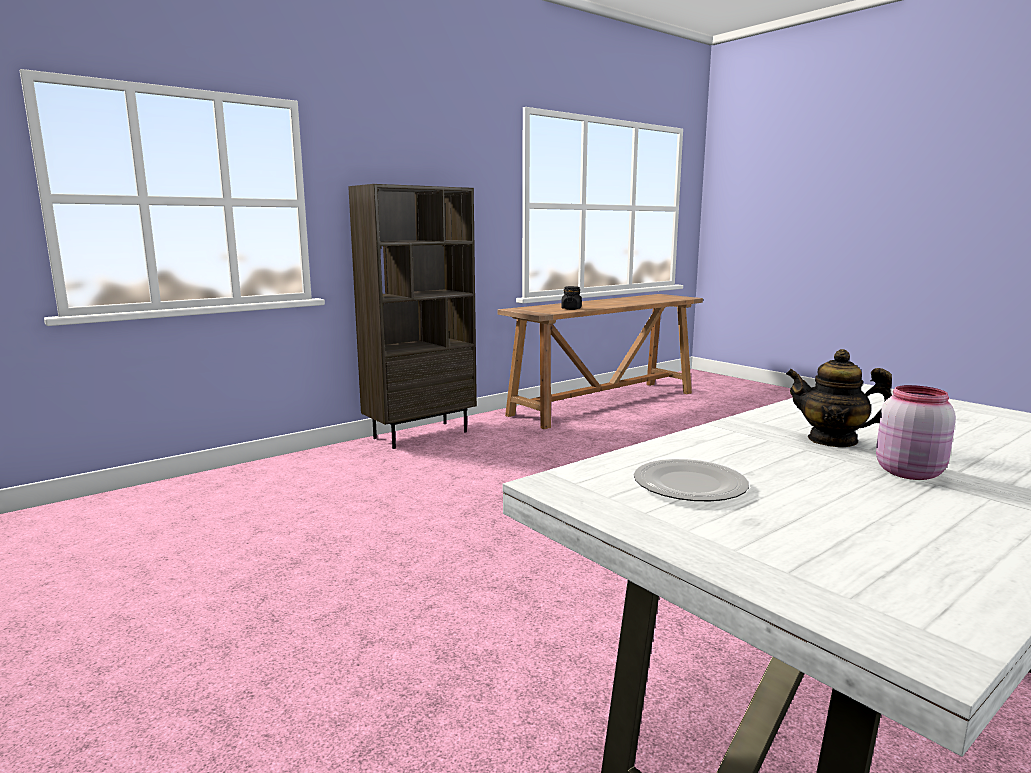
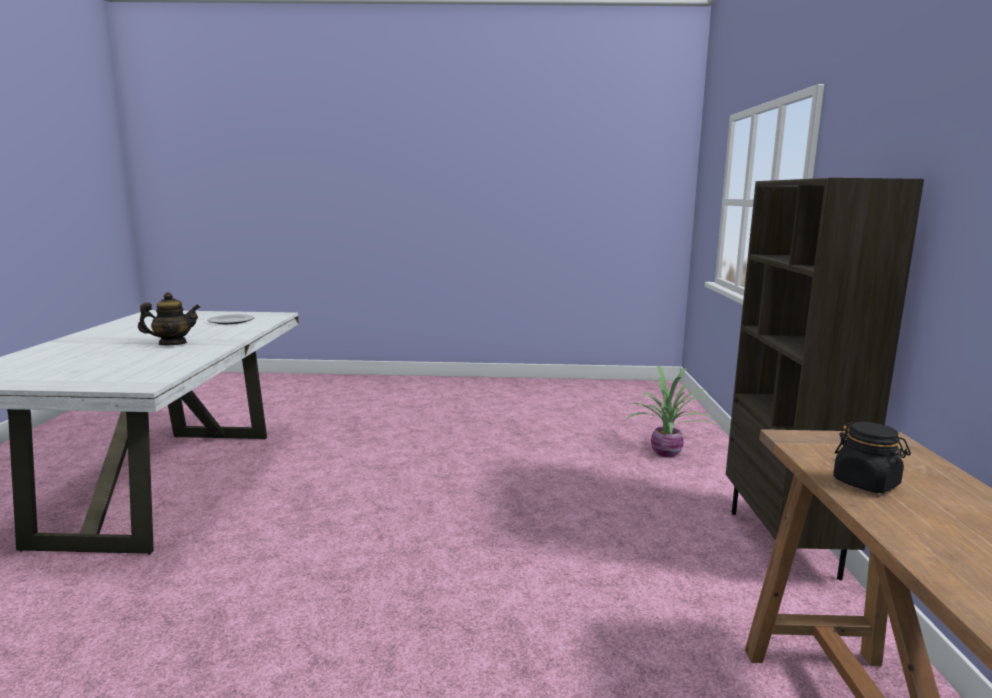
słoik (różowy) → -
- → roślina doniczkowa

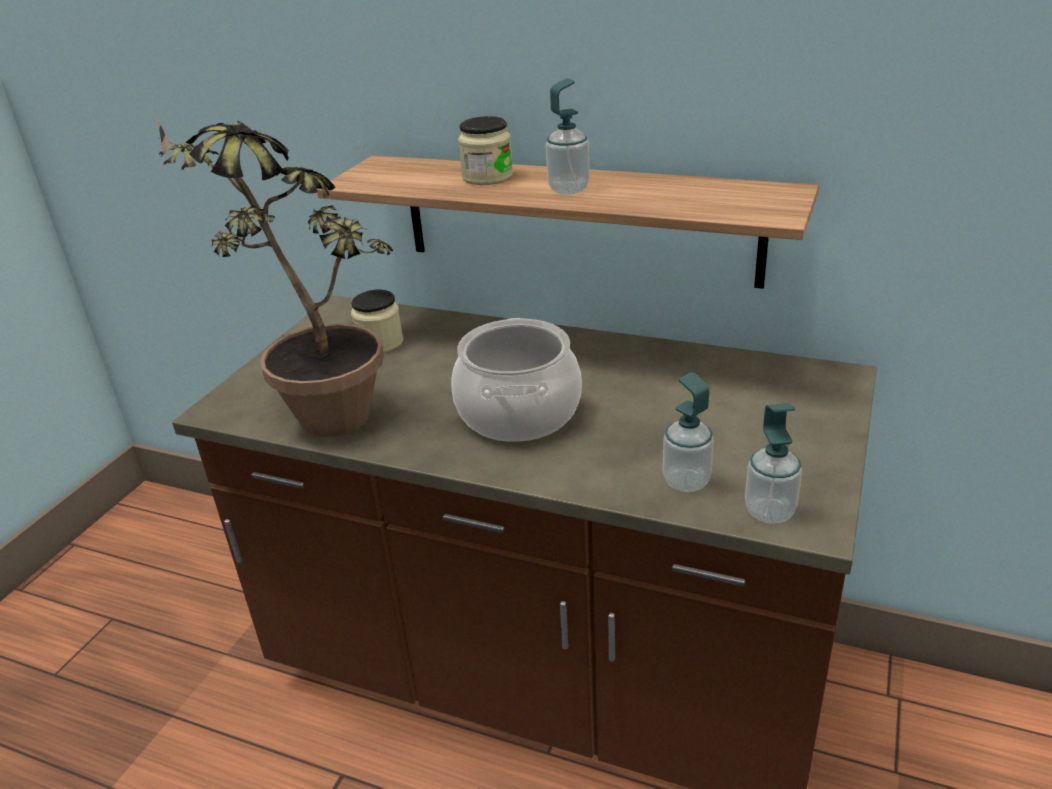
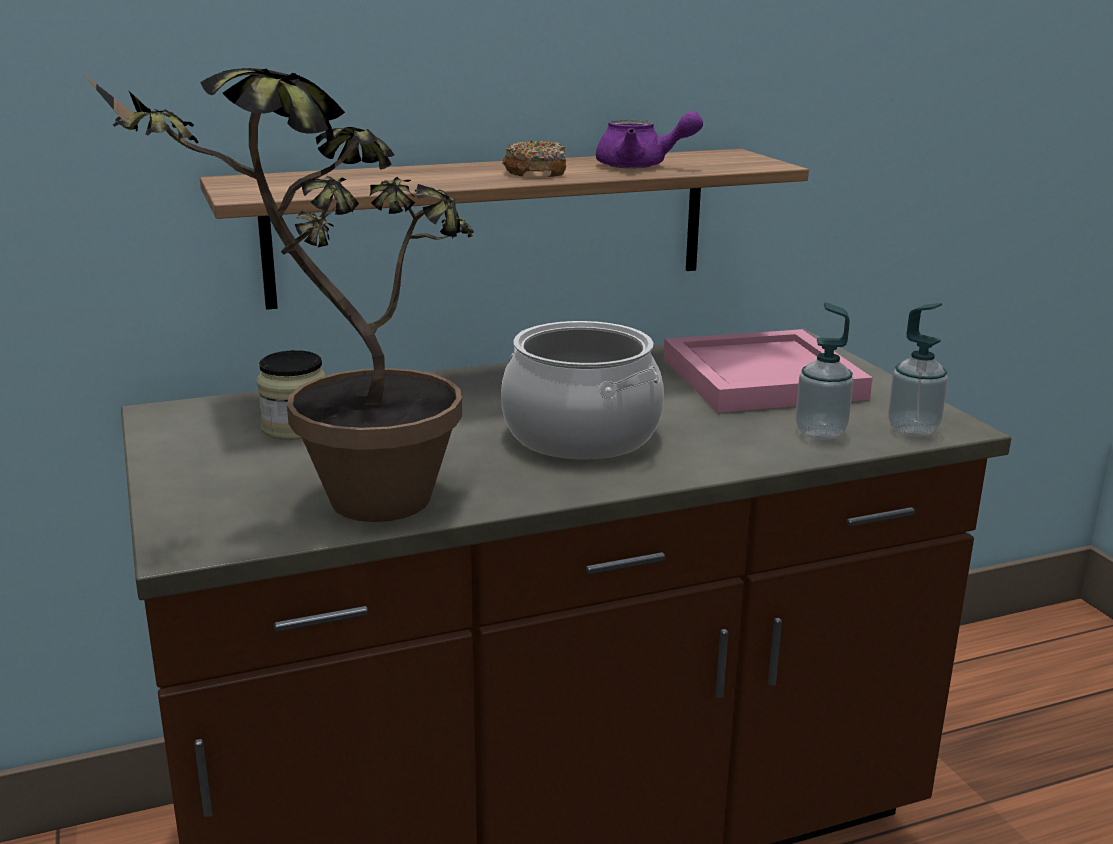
dozownik mydła (no. 1 from left) → donut
słoik (no. 2 from left) → -
- → imbryk (fioletowy)
- → taca (różowy)

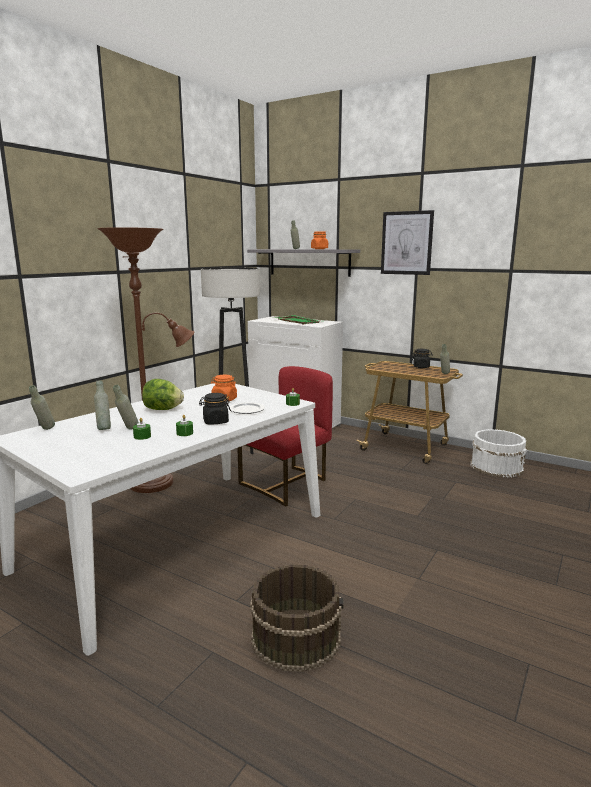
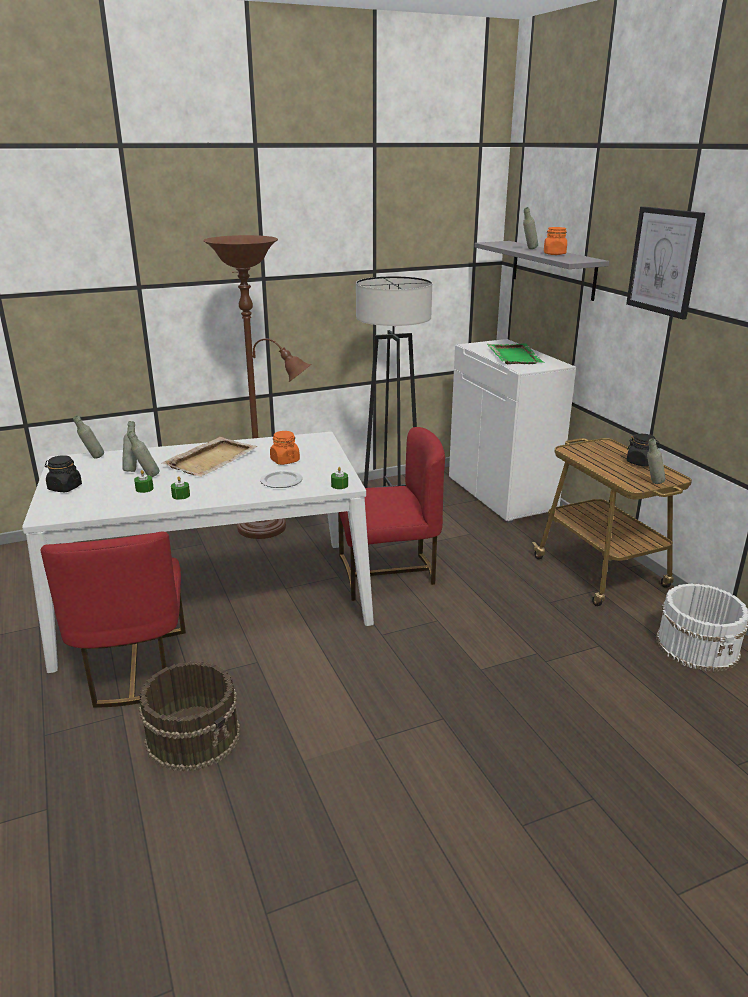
sałata → taca (beżowy)
słoik (czarny) (no. 1 from left), relocated
- → krzesło (czerwony) (no. 1 from left)

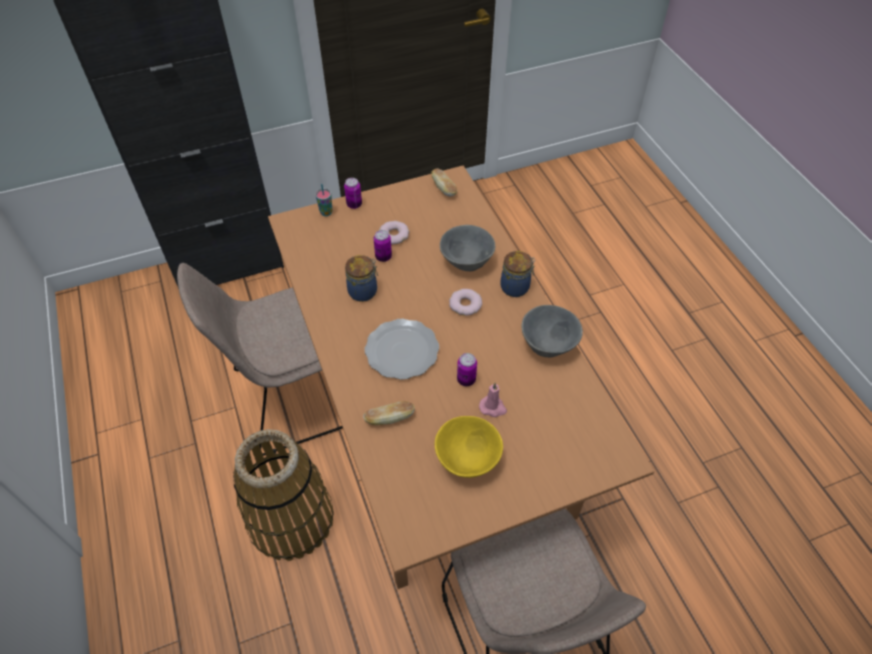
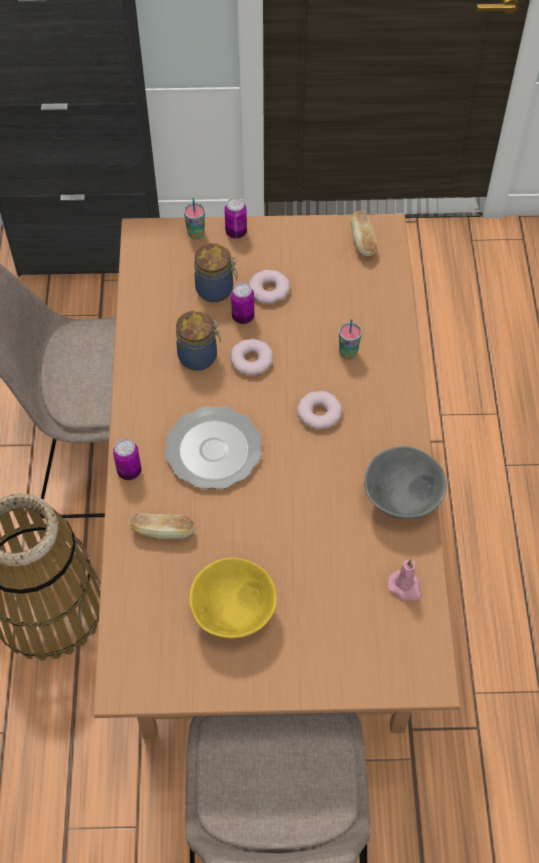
miska (szary) (no. 1 from left) → filiżanka (no. 2 from left)
słoik (no. 2 from left), relocated
puszka (no. 3 from left in the first image) → puszka (no. 1 from left), relocated
świeca (różowy), relocated
- → donut (no. 1 from left)

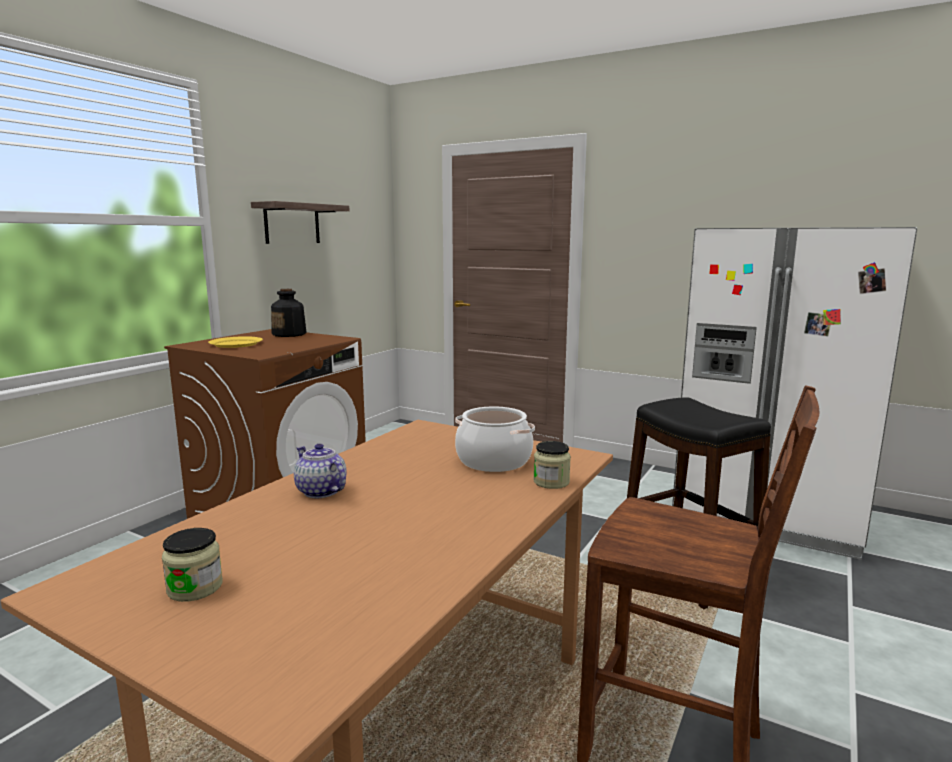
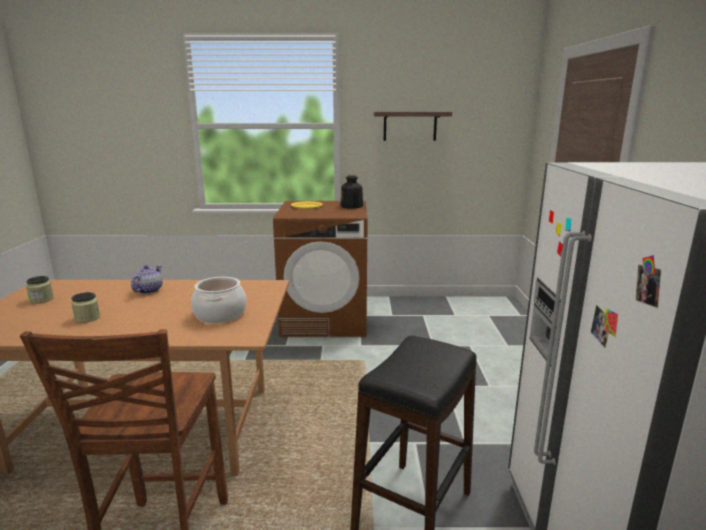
słoik (no. 2 from left), relocated

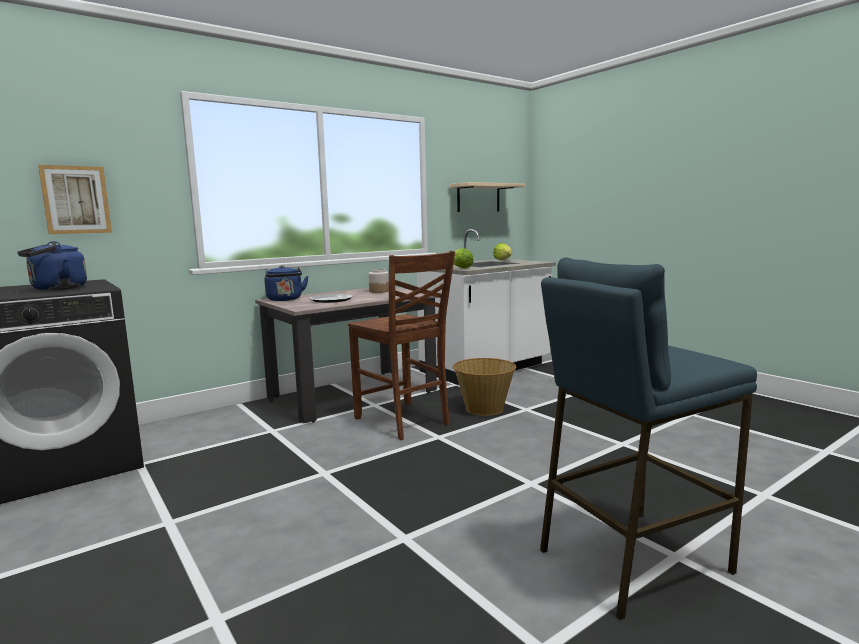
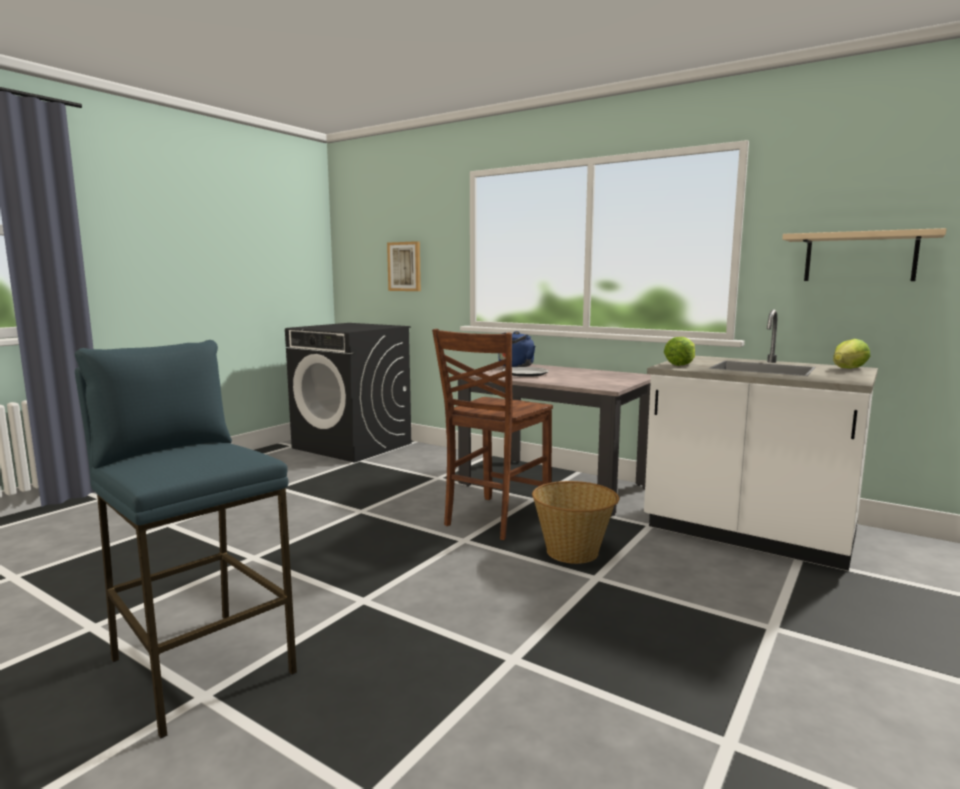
czajnik (niebieski) (no. 1 from left) → -
słoik → -

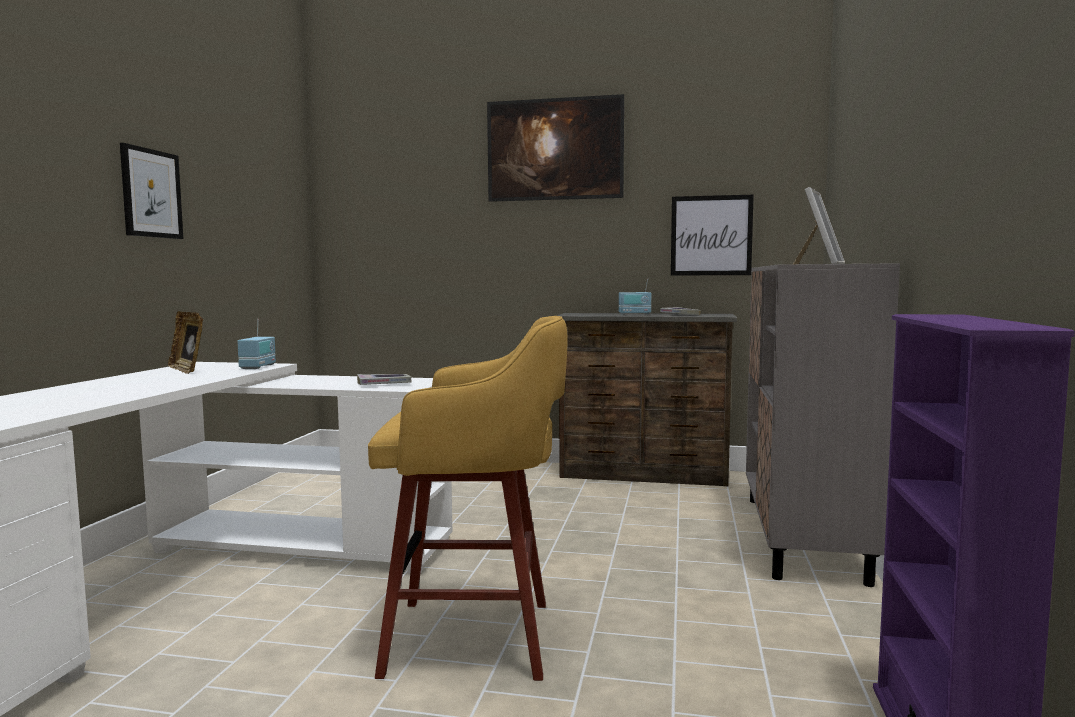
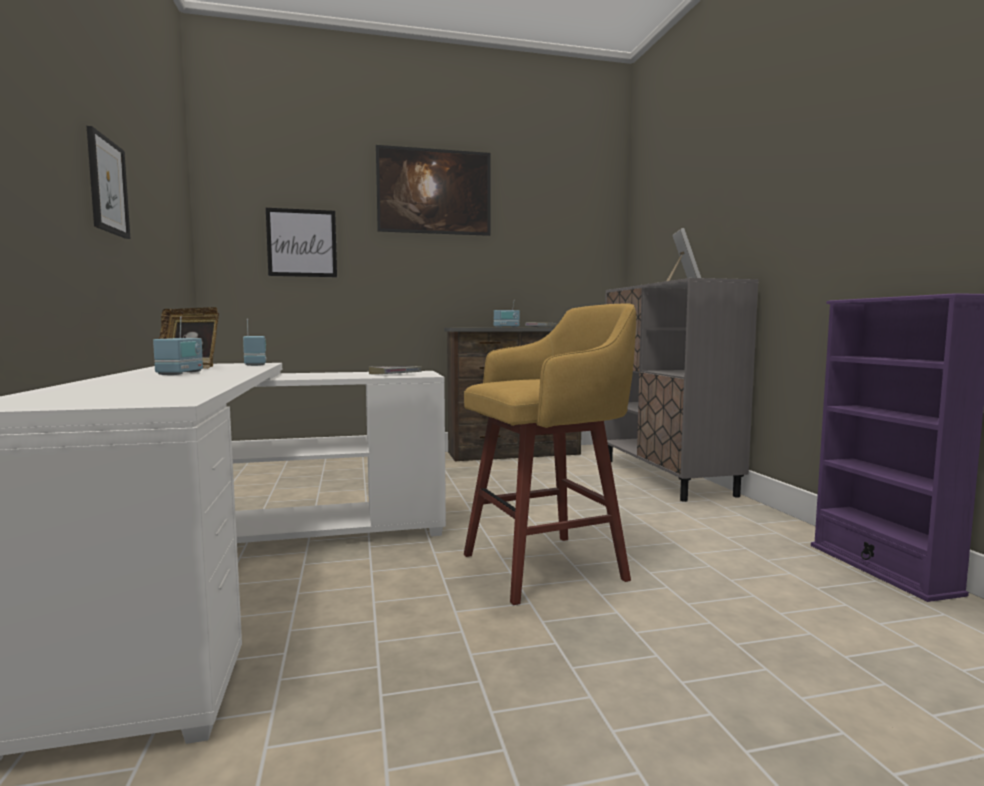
obraz (no. 3 from left in the first image) → obraz (no. 2 from left), relocated
- → radio (no. 1 from left)

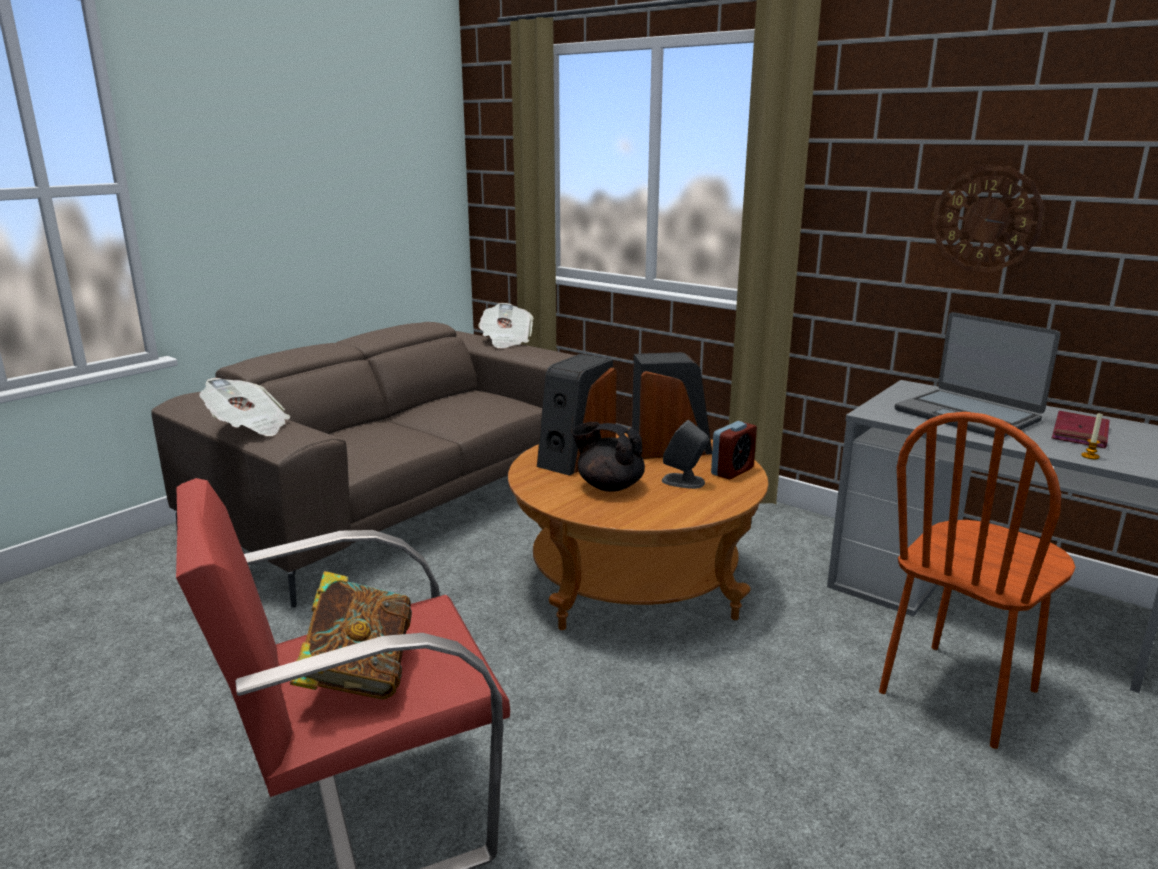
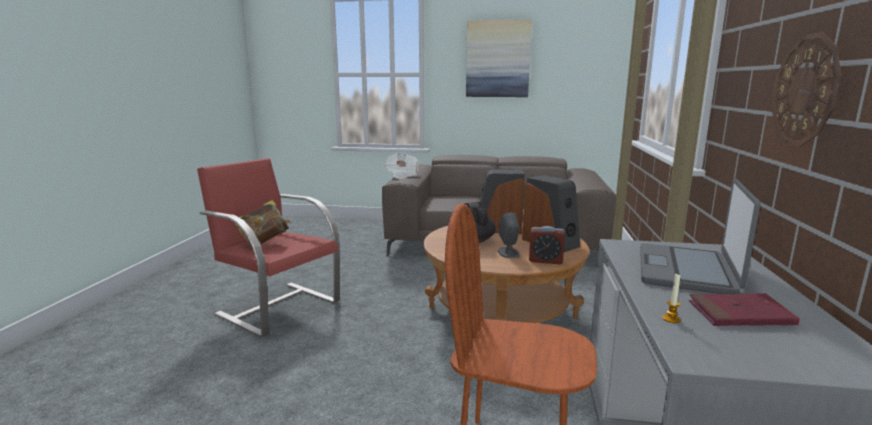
gazeta (no. 2 from left) → -
- → obraz

